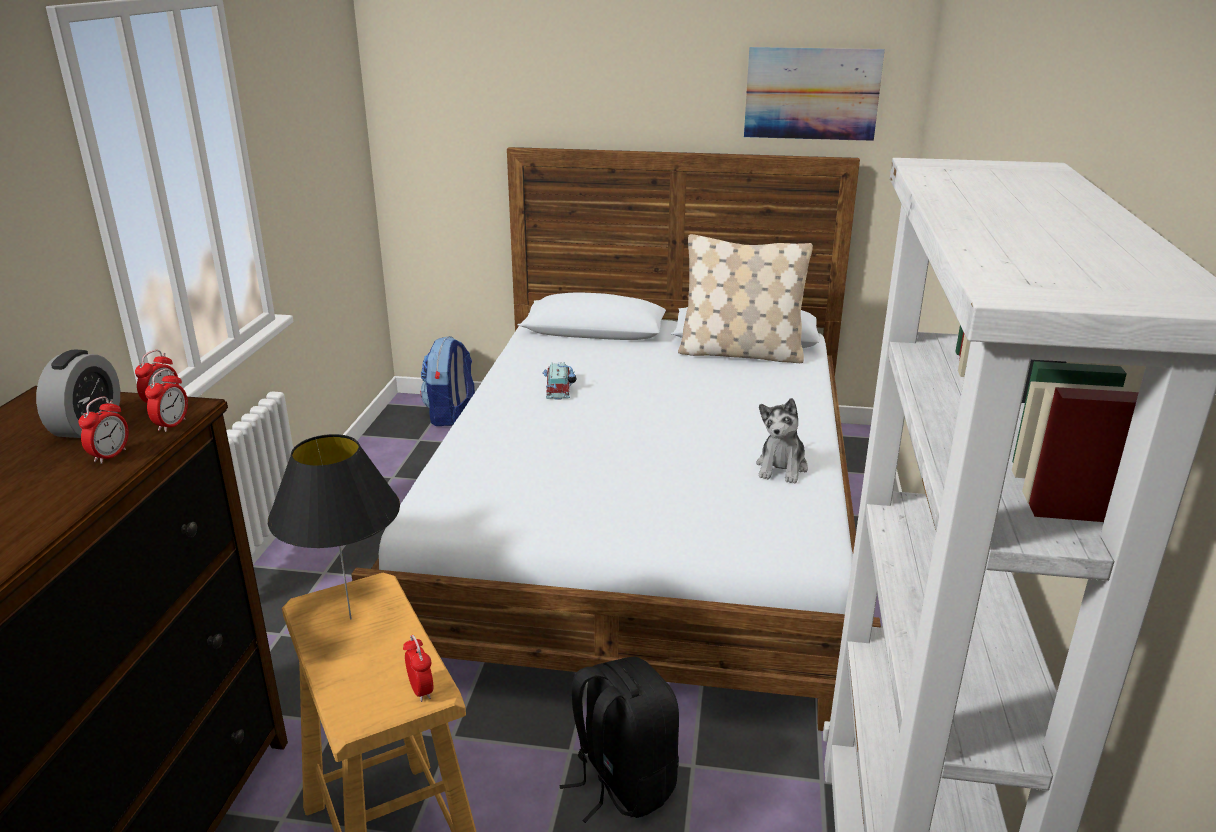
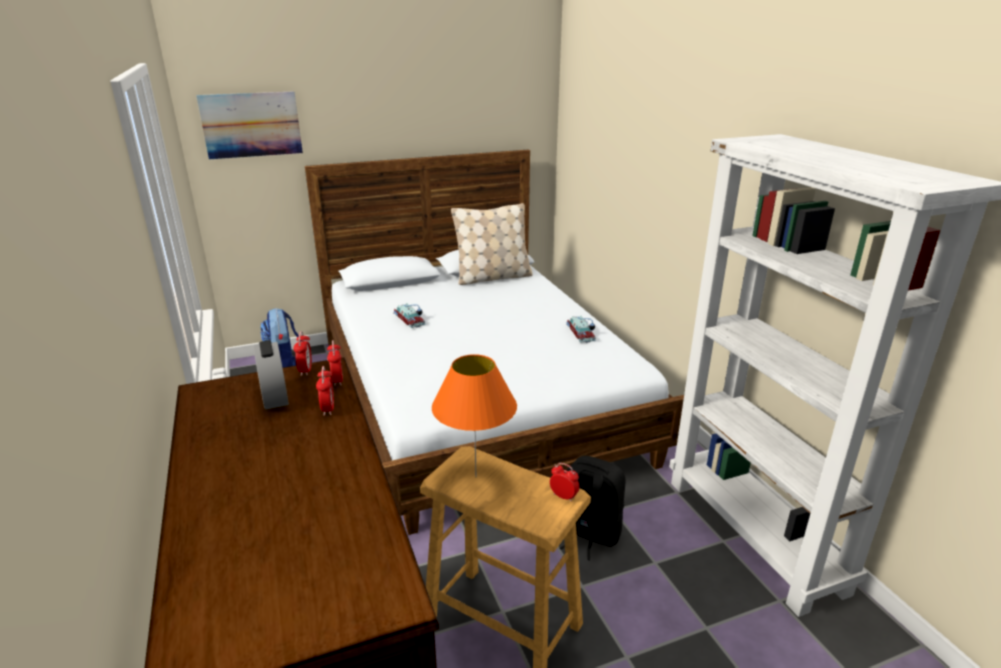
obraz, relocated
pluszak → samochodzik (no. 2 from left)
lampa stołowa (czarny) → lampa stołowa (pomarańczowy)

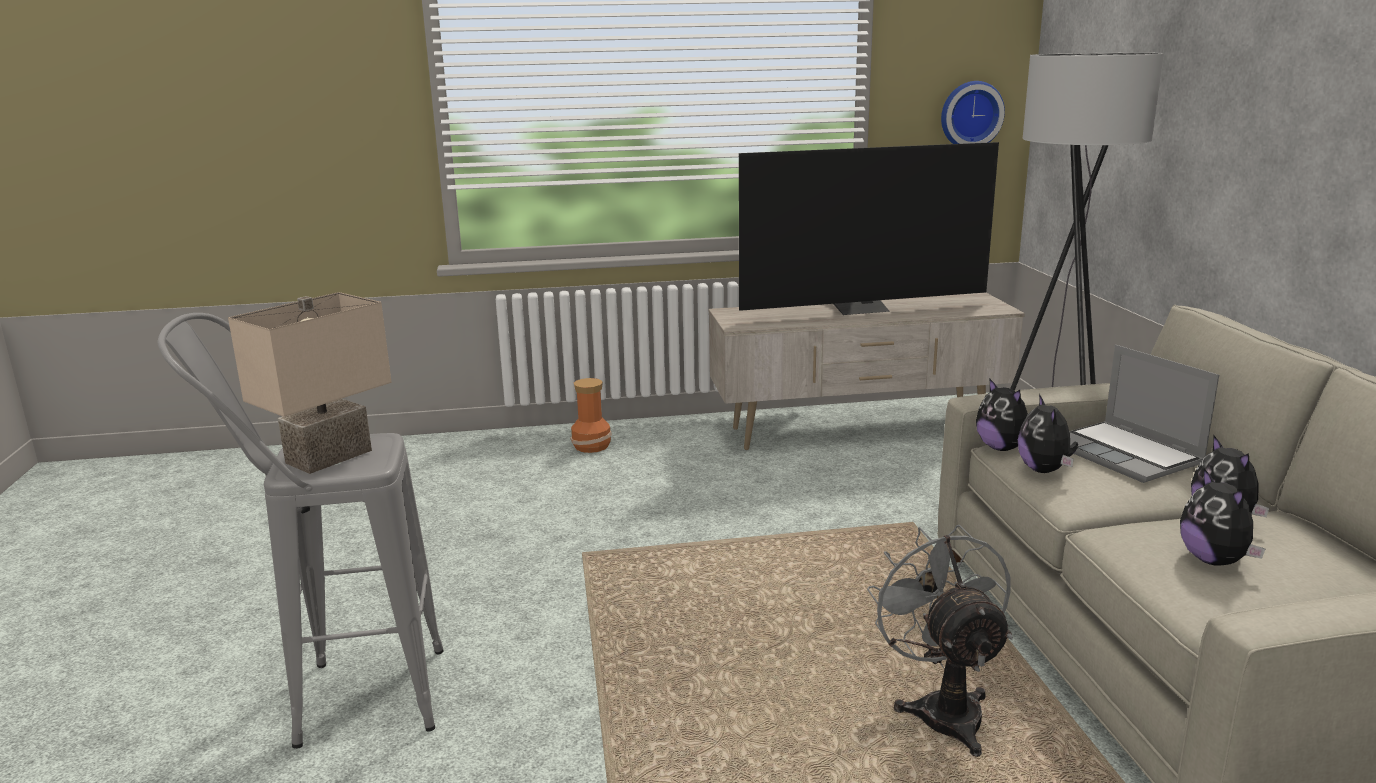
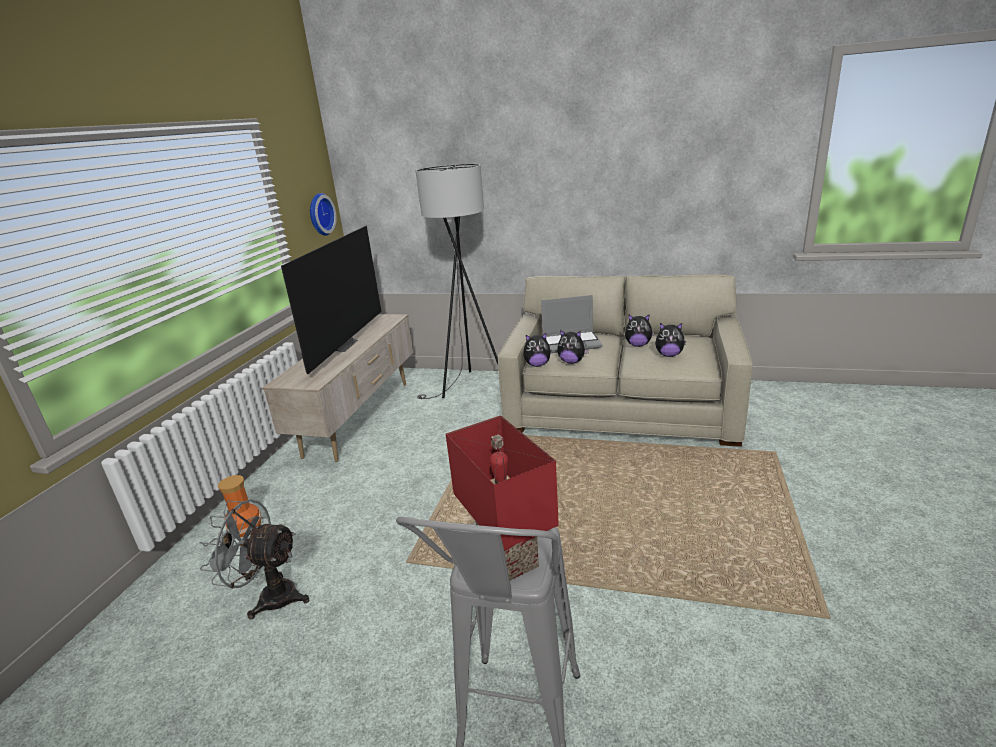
lampa stołowa (beżowy) → lampa stołowa (czerwony)
wentylator (szary), relocated

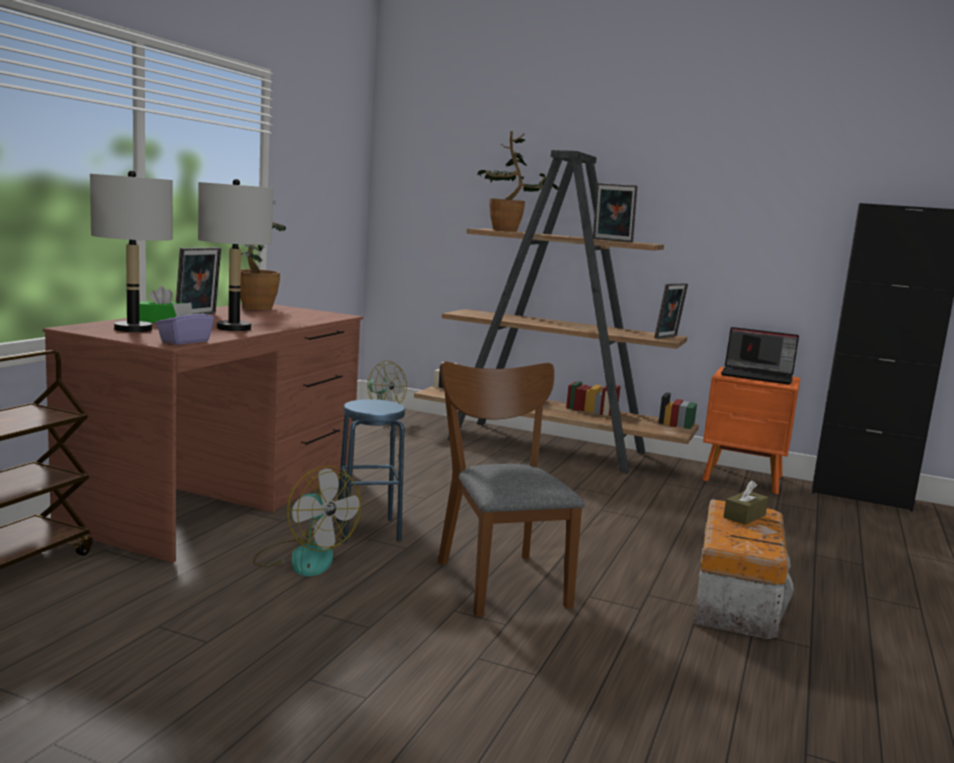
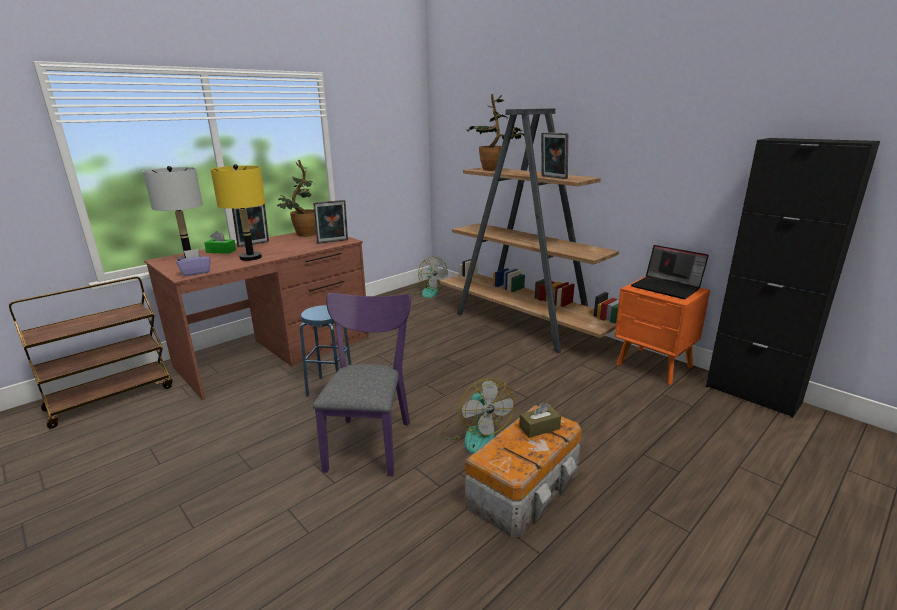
lampa stołowa (szary) (no. 2 from left) → lampa stołowa (żółty)
ramka na zdjęcie (no. 3 from left in the first image) → ramka na zdjęcie (no. 2 from left), relocated
krzesło (brązowy) → krzesło (fioletowy)
wentylator (no. 1 from left in the first image) → wentylator (no. 2 from left), relocated

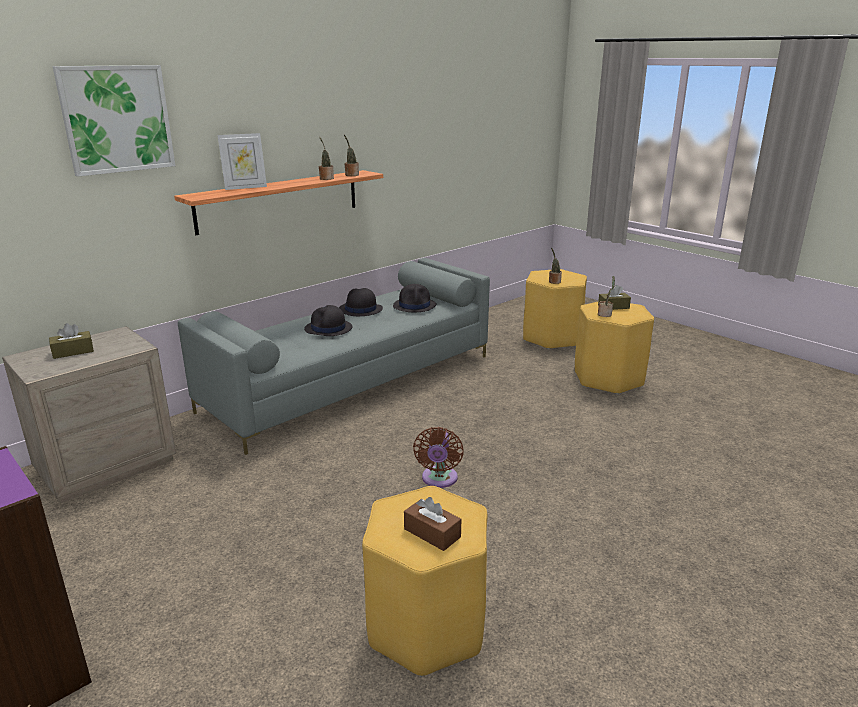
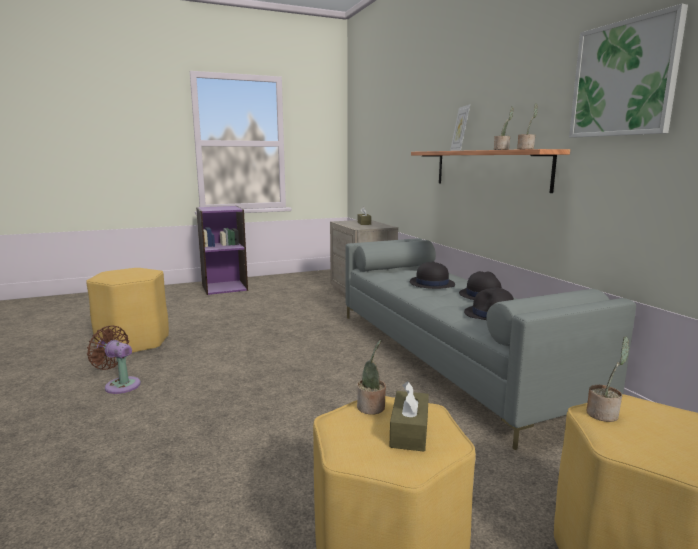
obraz, relocated
wentylator (brązowy), relocated
pudełko chusteczek (brązowy) (no. 2 from left) → -

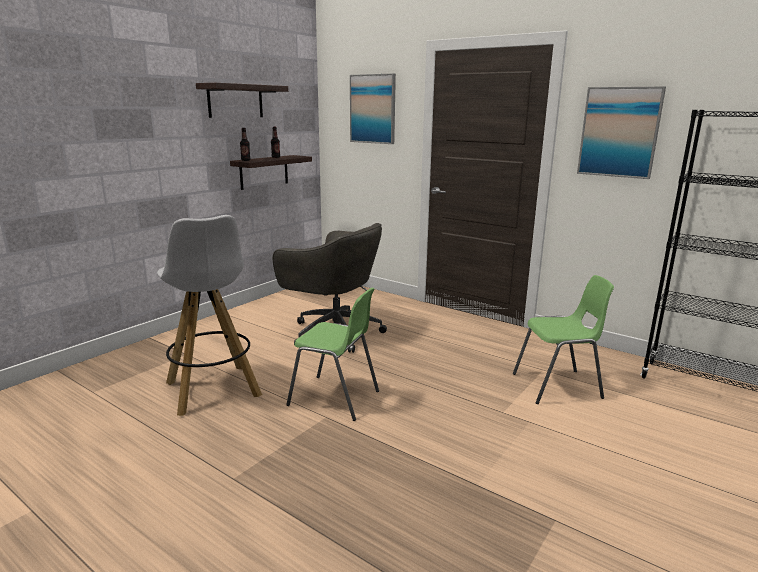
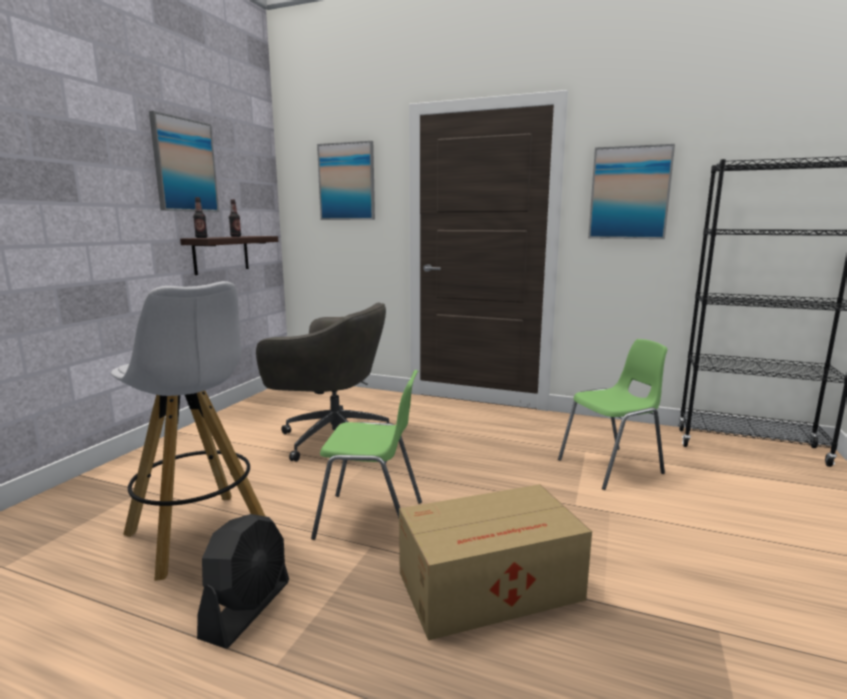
półka (no. 1 from left) → obraz (no. 1 from left)
- → karton
- → wentylator (czarny)

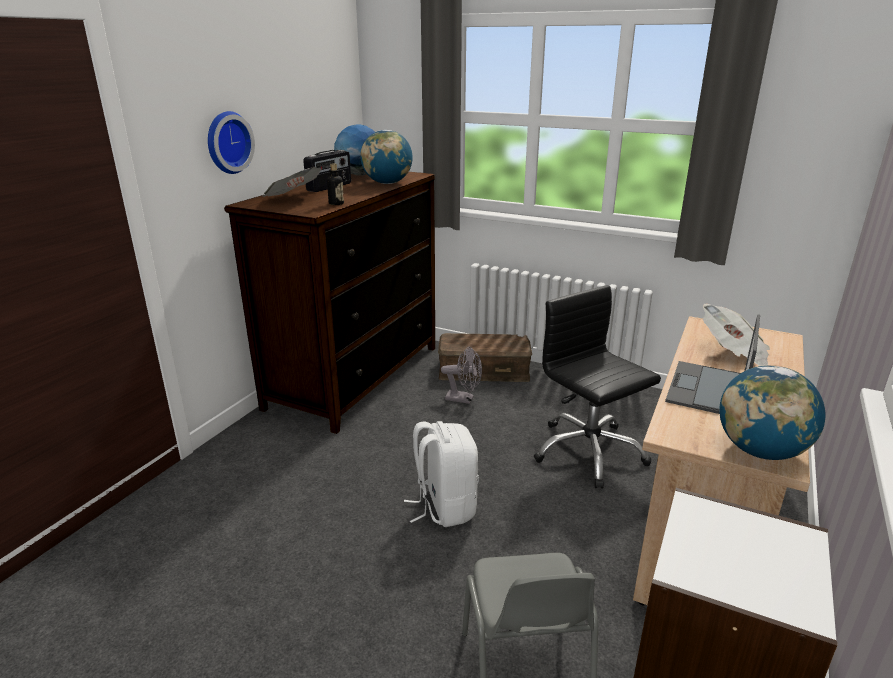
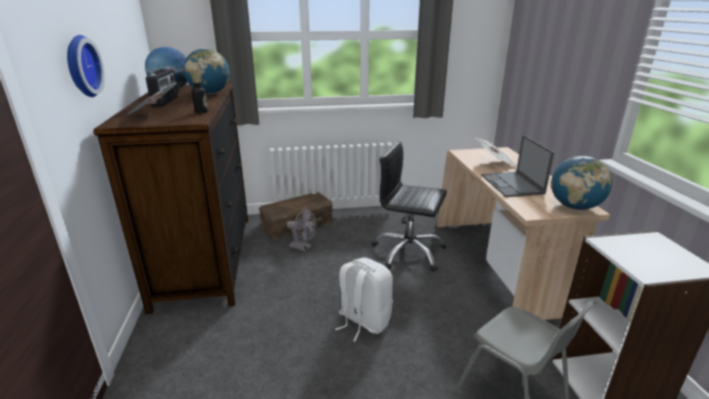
wentylator (szary), 45 degrees clockwise

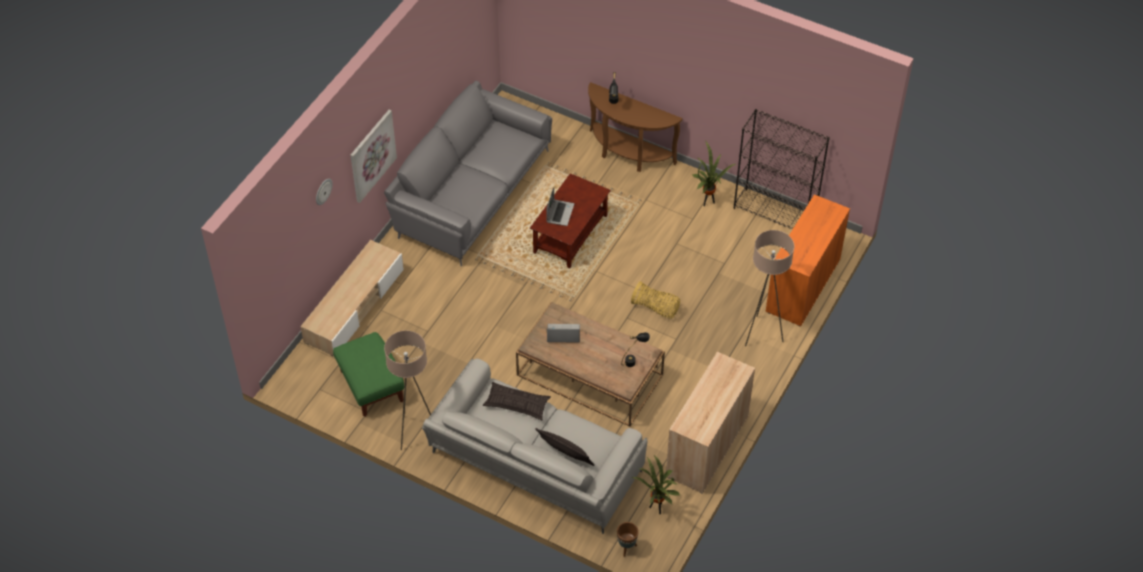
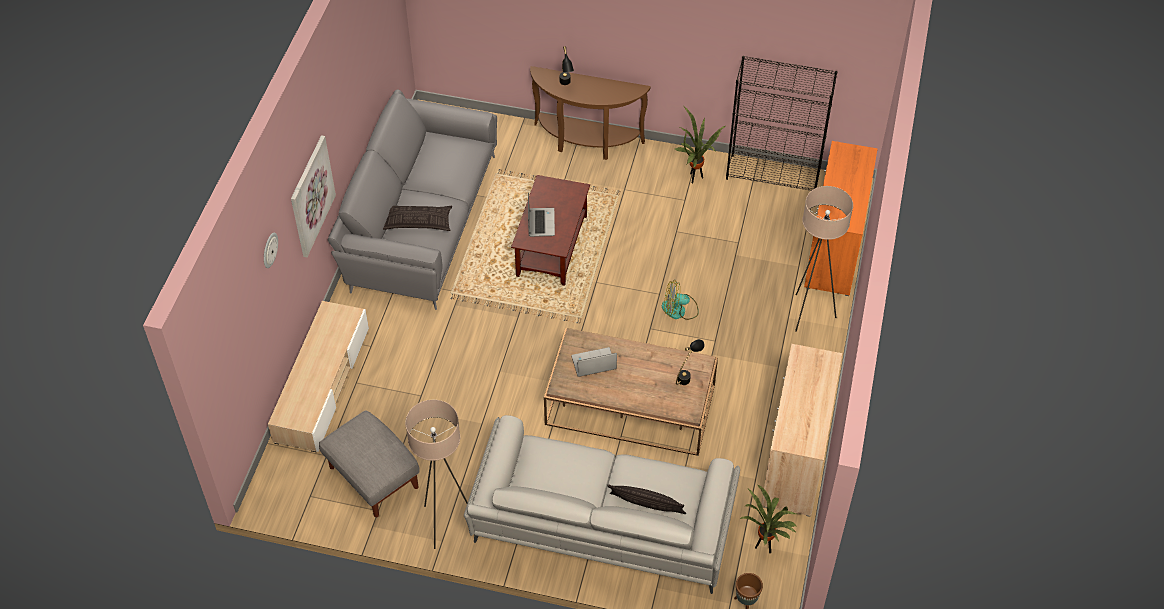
koszyk → wentylator
pufa (zielony) → pufa (szary)
poduszka (no. 1 from left), relocated

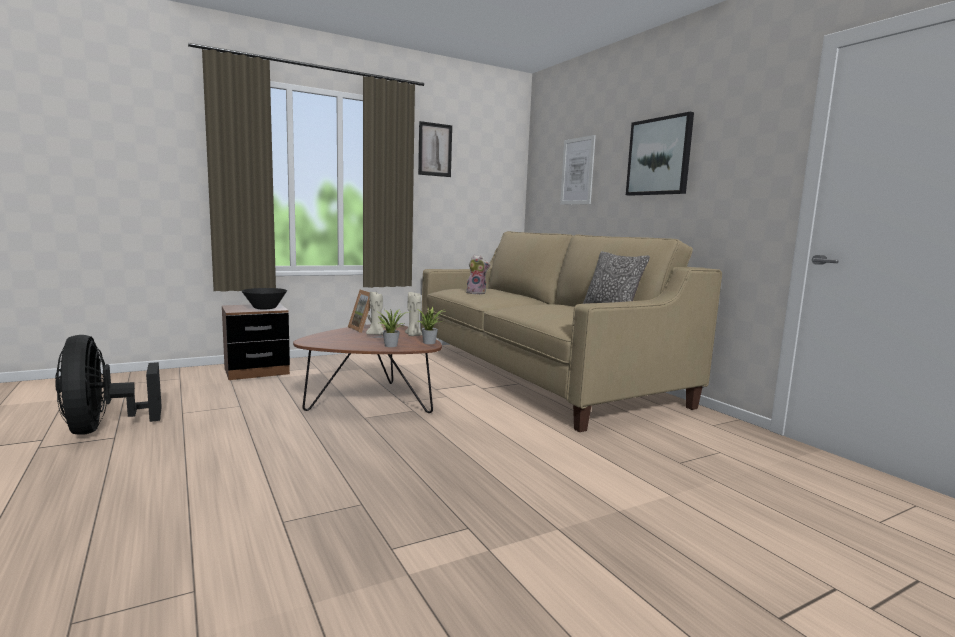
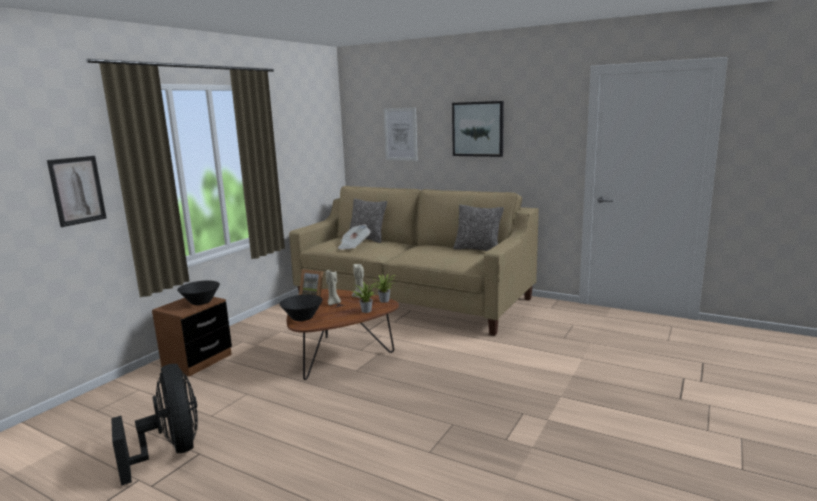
obraz (no. 1 from left), relocated
pluszak → gazeta
wentylator (czarny), 150 degrees counterclockwise
- → poduszka (no. 1 from left)
- → miska (czarny) (no. 2 from left)

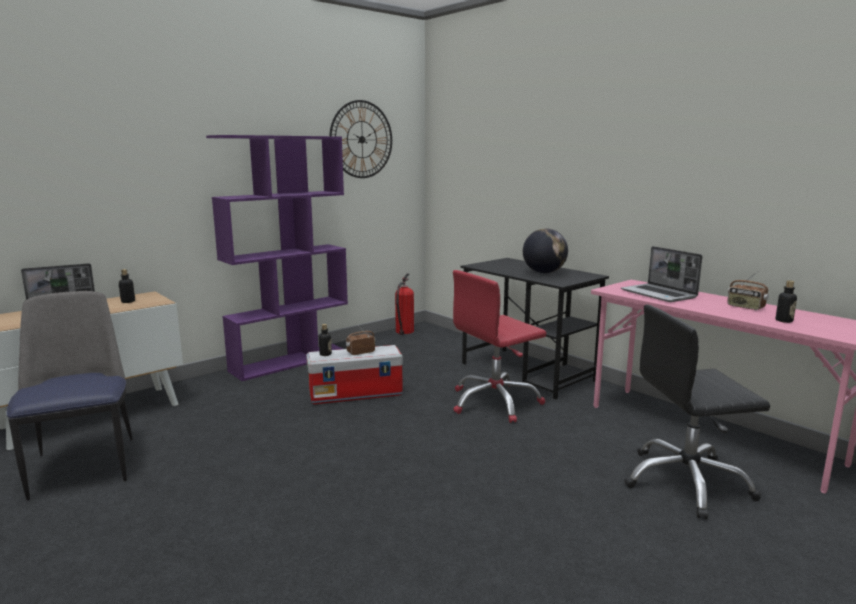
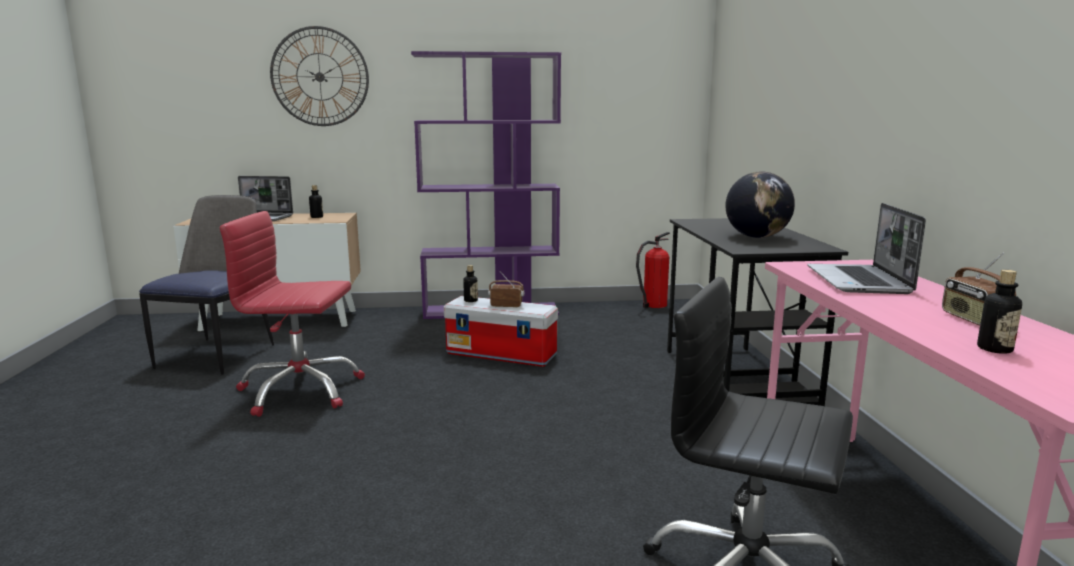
zegar ścienny, relocated
krzesło biurowe (czerwony), relocated

